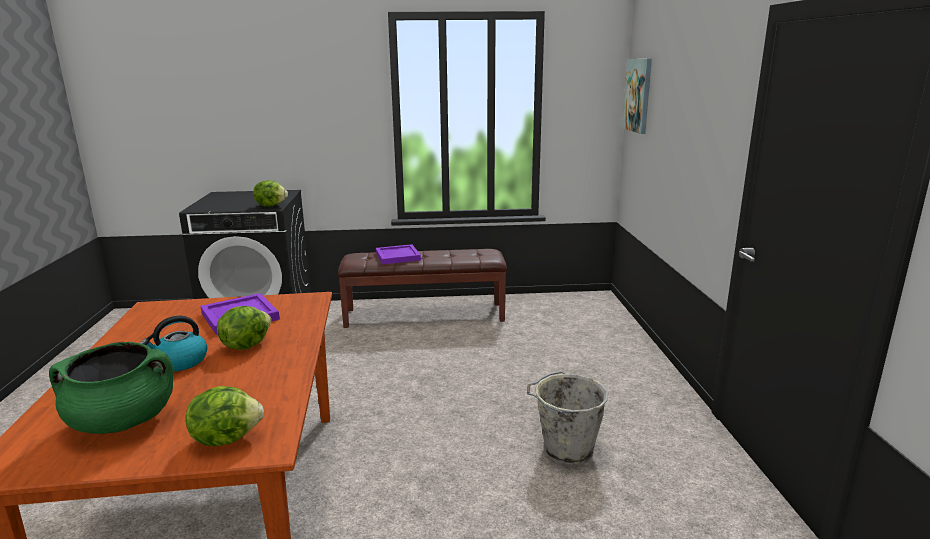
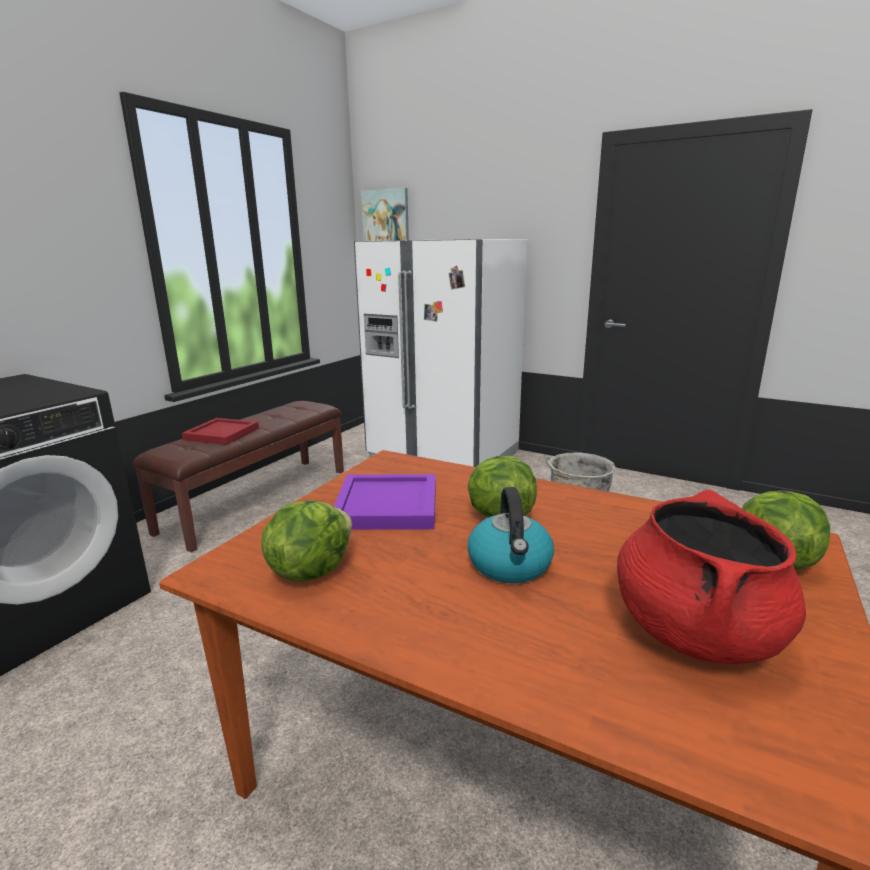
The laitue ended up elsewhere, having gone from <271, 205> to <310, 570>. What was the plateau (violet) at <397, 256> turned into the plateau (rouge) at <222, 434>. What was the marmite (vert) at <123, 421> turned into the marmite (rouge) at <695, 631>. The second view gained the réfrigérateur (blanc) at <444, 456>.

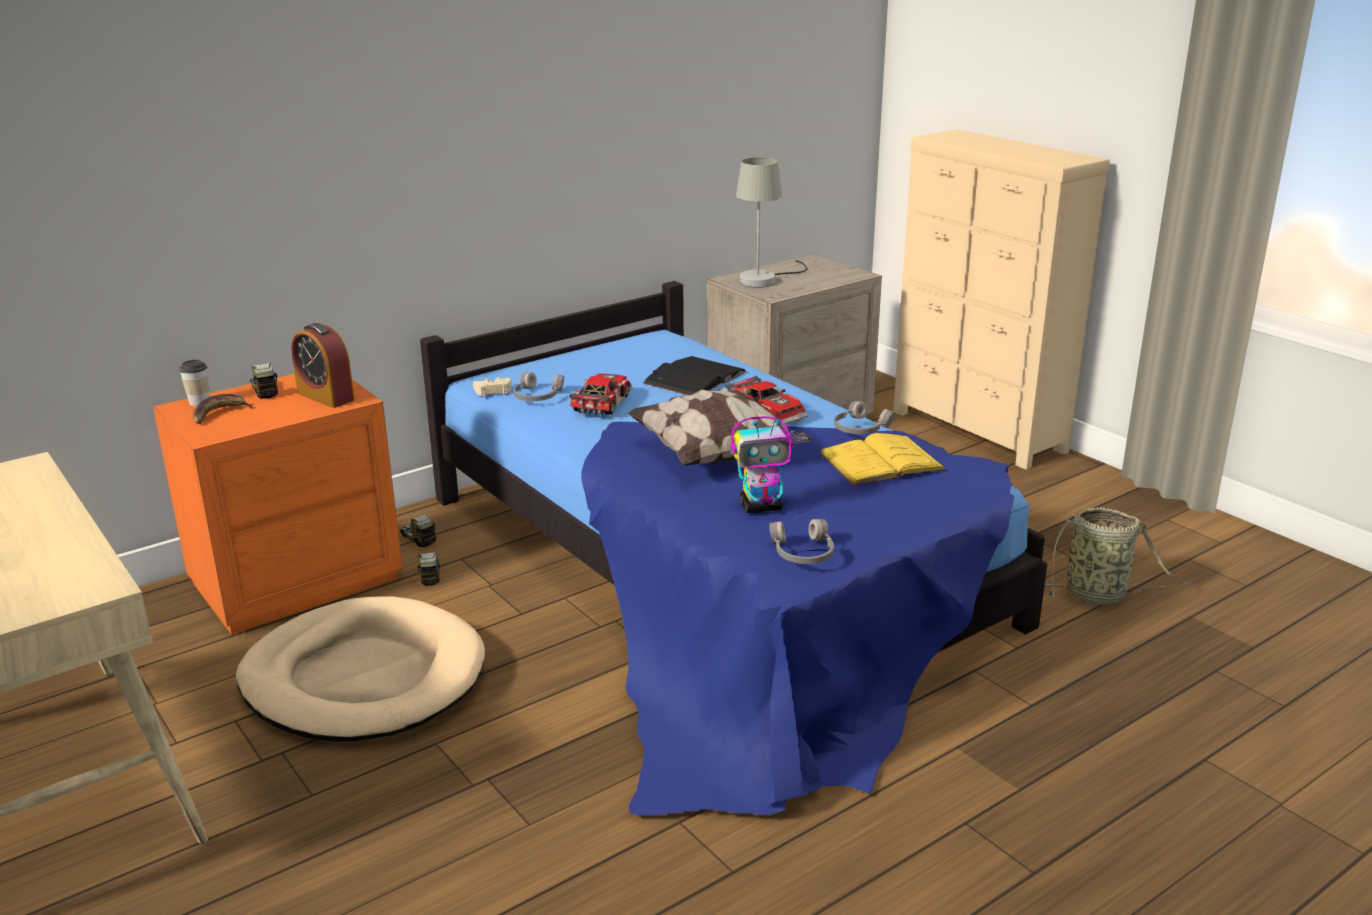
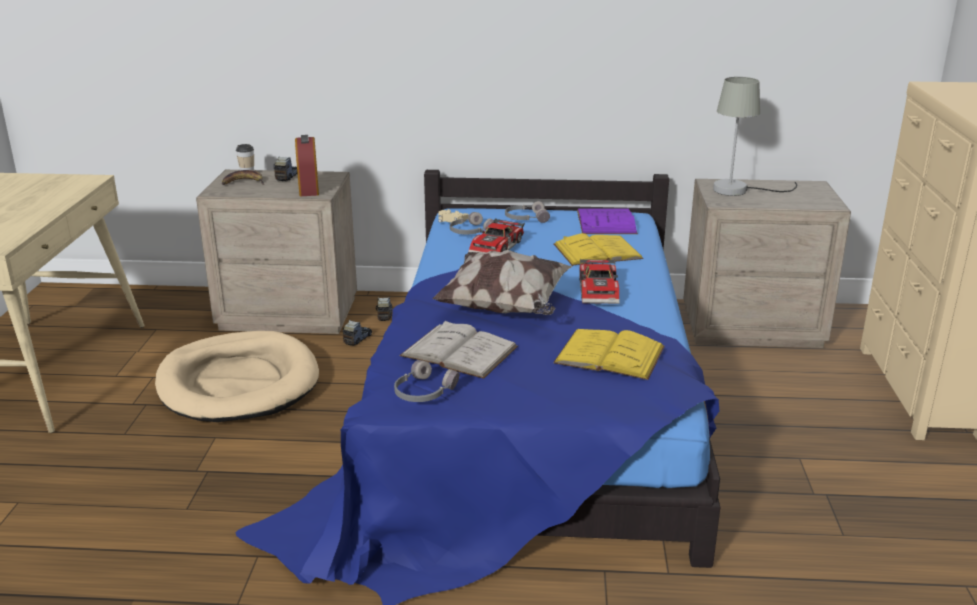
What was the livre (noir) at <695, 377> turned into the livre (jaune) at <597, 251>. What was the table de chevet (orange) at <296, 581> turned into the table de chevet (beige) at <289, 313>. The petite voiture at <599, 402> ended up facing another way, 150 degrees clockwise from before. The casque audio (gris) ended up elsewhere, having gone from <860, 429> to <526, 218>. Where the robot jouet stood at <761, 507>, the livre (blanc) came to stand at <459, 351>. The second view lost the panier at <1099, 595>. The second view gained the livre (violet) at <606, 222>.

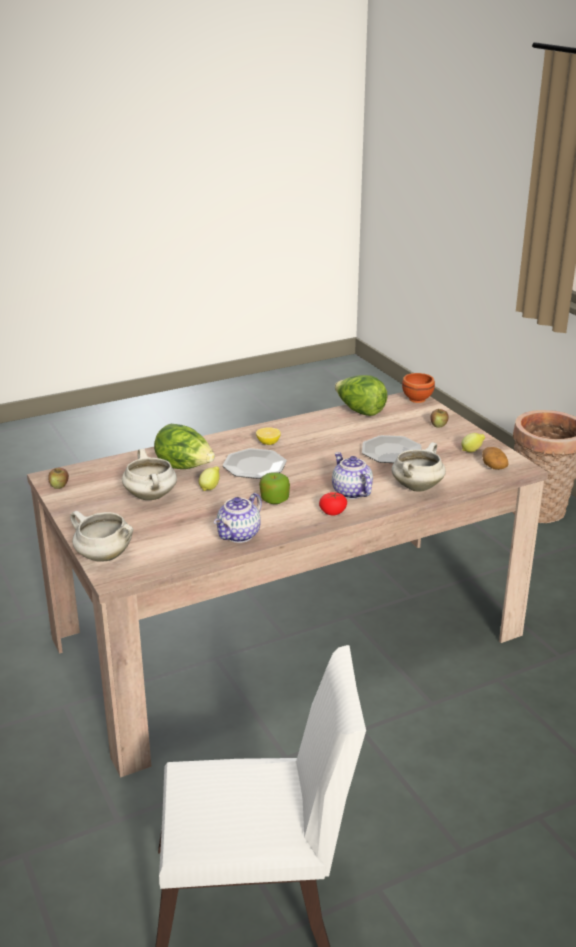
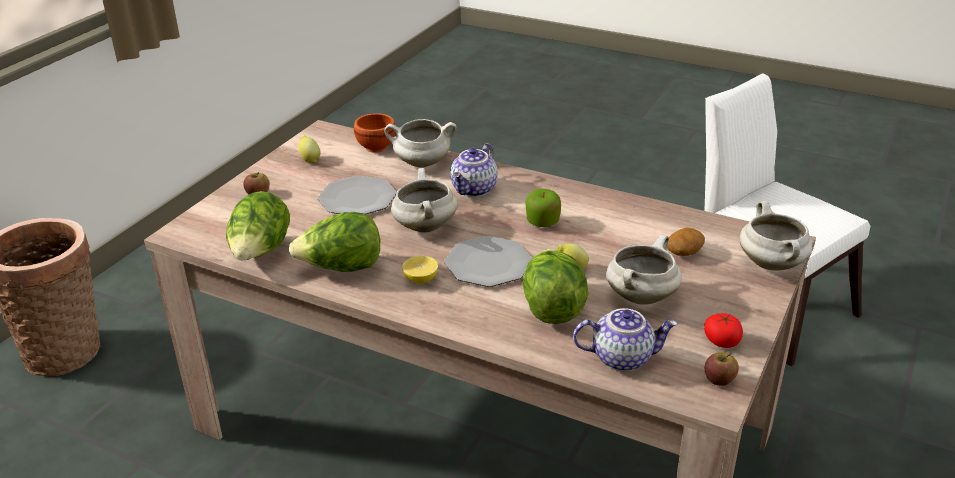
The bol (marron) ended up elsewhere, having gone from <418, 399> to <375, 147>. The pomme de terre ended up elsewhere, having gone from <493, 466> to <684, 252>. The tomate ended up elsewhere, having gone from <332, 512> to <722, 341>. The théière ended up elsewhere, having gone from <239, 535> to <622, 357>. The second view gained the marmite (blanc) at <424, 226>. The second view gained the laitue at <341, 268>.

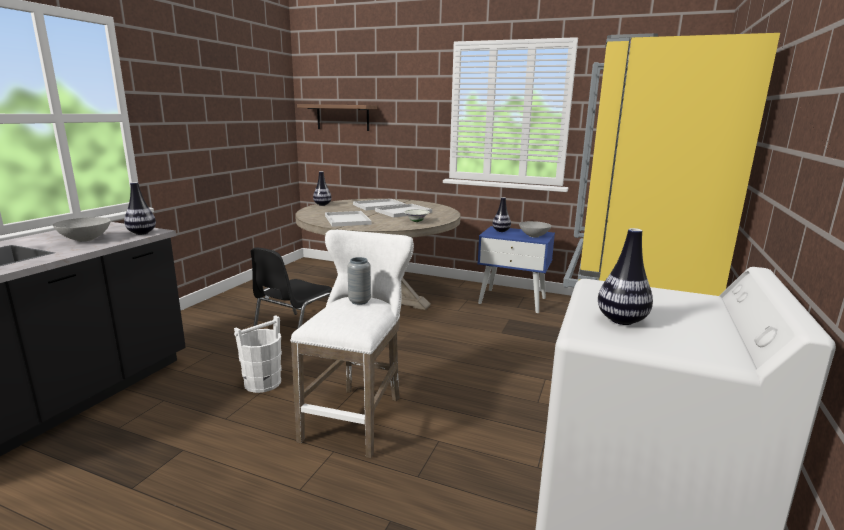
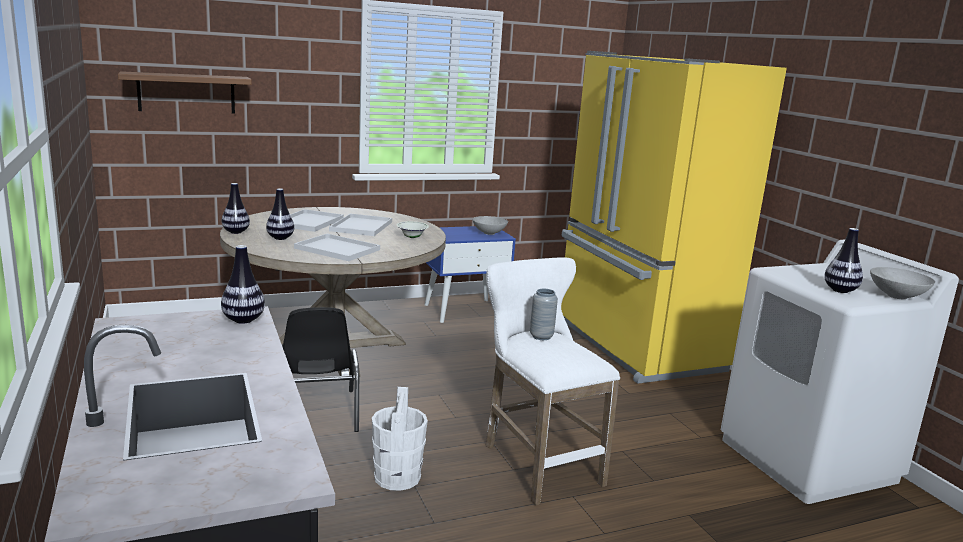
The vase ended up elsewhere, having gone from <501, 231> to <280, 238>. The bol (gris) ended up elsewhere, having gone from <86, 239> to <896, 296>.

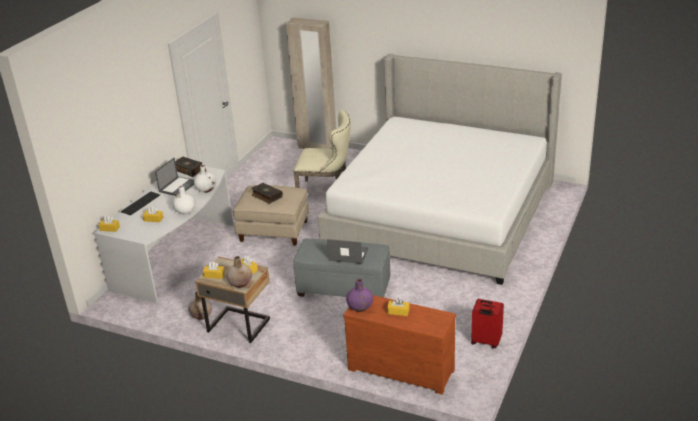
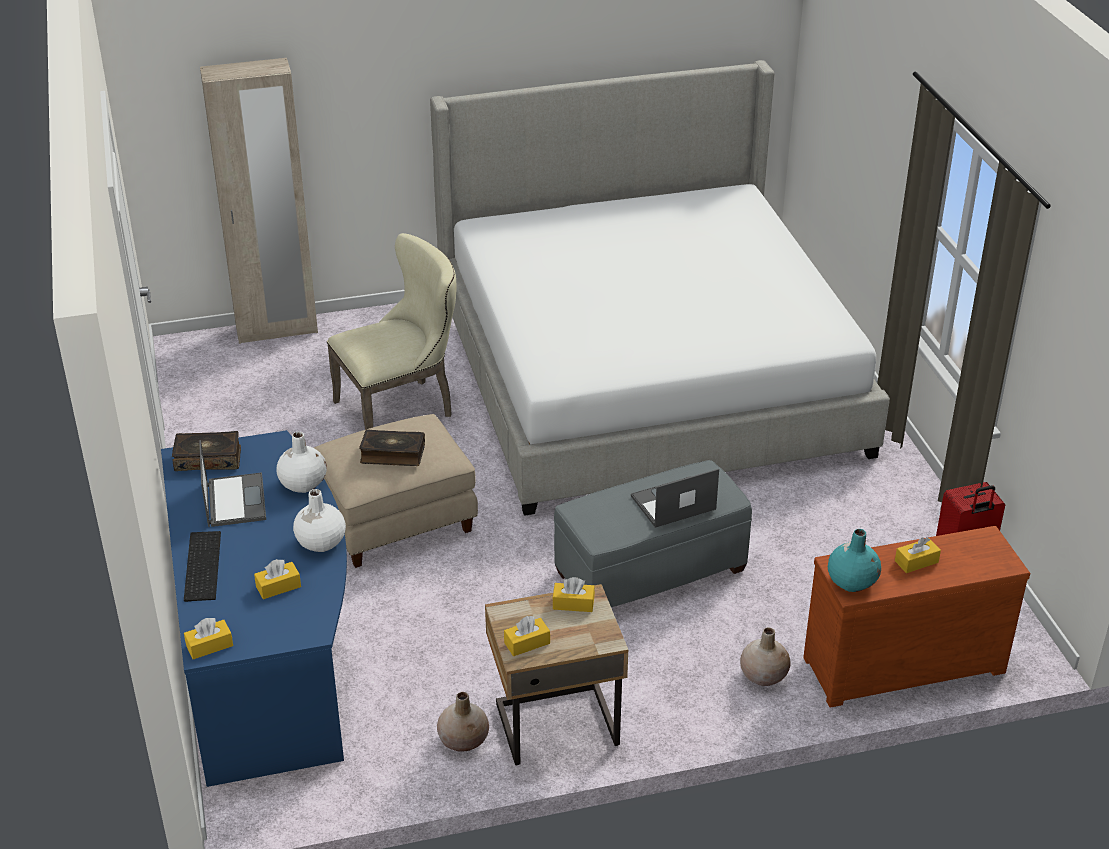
What was the bureau (blanc) at <177, 257> turned into the bureau (bleu) at <267, 652>. The vase (beige) ended up elsewhere, having gone from <240, 283> to <763, 675>. What was the vase (violet) at <360, 307> turned into the vase (turquoise) at <852, 581>.

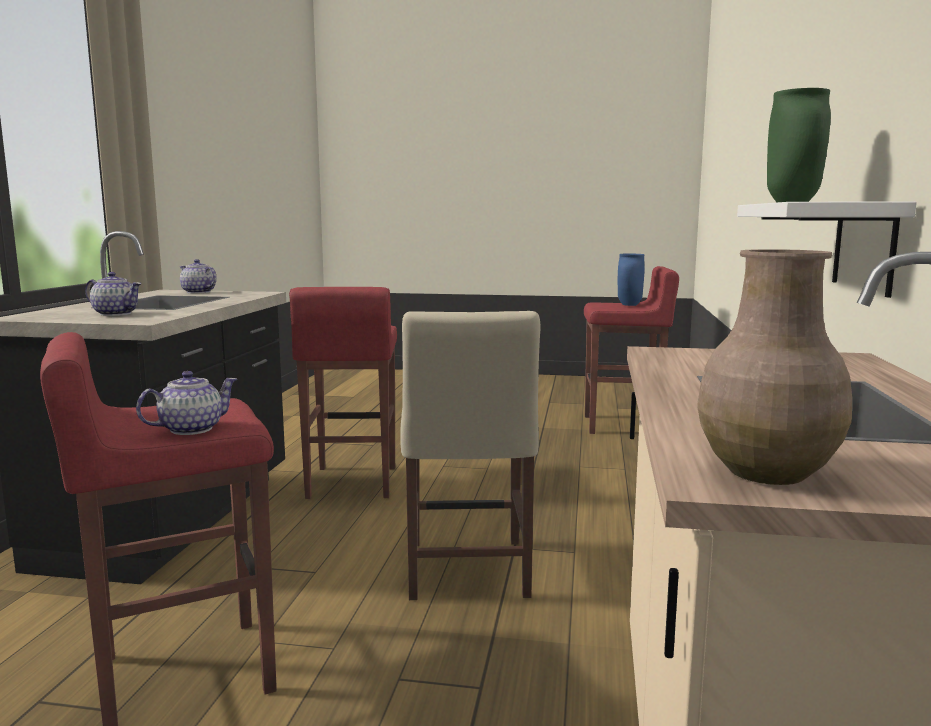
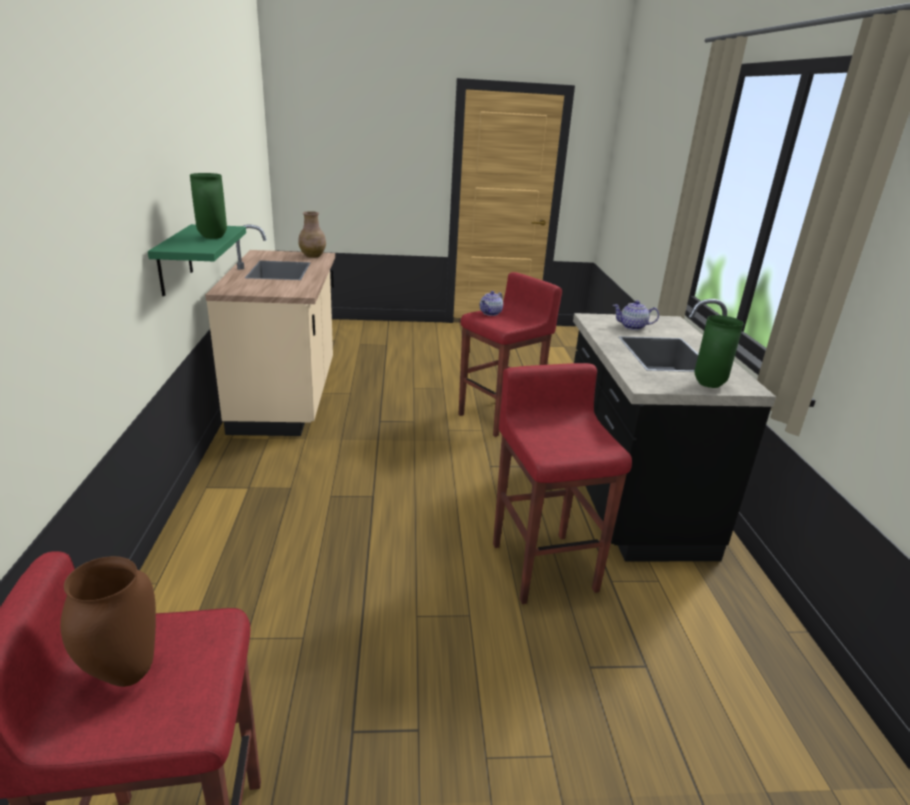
What was the étagère (blanc) at <864, 246> turned into the étagère (vert) at <174, 260>. What was the vase (bleu) at <628, 305> turned into the vase (marron) at <127, 675>. Where the théière stood at <198, 292>, the vase (vert) came to stand at <707, 384>. The second view lost the chaise (beige) at <466, 572>.

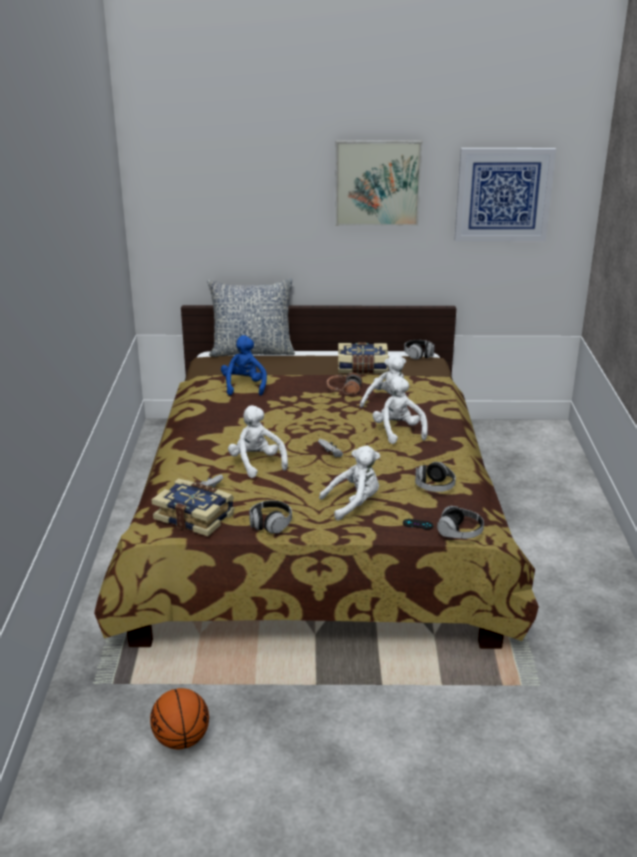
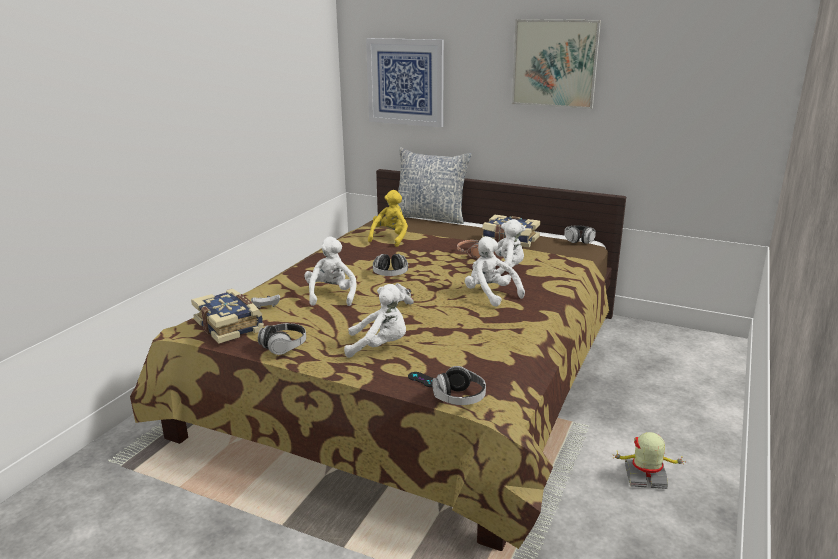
The tableau ended up elsewhere, having gone from <503, 194> to <405, 82>. What was the peluche (bleu) at <244, 386> turned into the peluche (jaune) at <390, 238>. The peluche (blanc) at <398, 431> ended up facing another way, 45 degrees counterclockwise from before. The casque audio ended up elsewhere, having gone from <434, 487> to <390, 275>. The second view lost the ballon de basket at <181, 739>. The second view gained the robot jouet at <645, 477>.

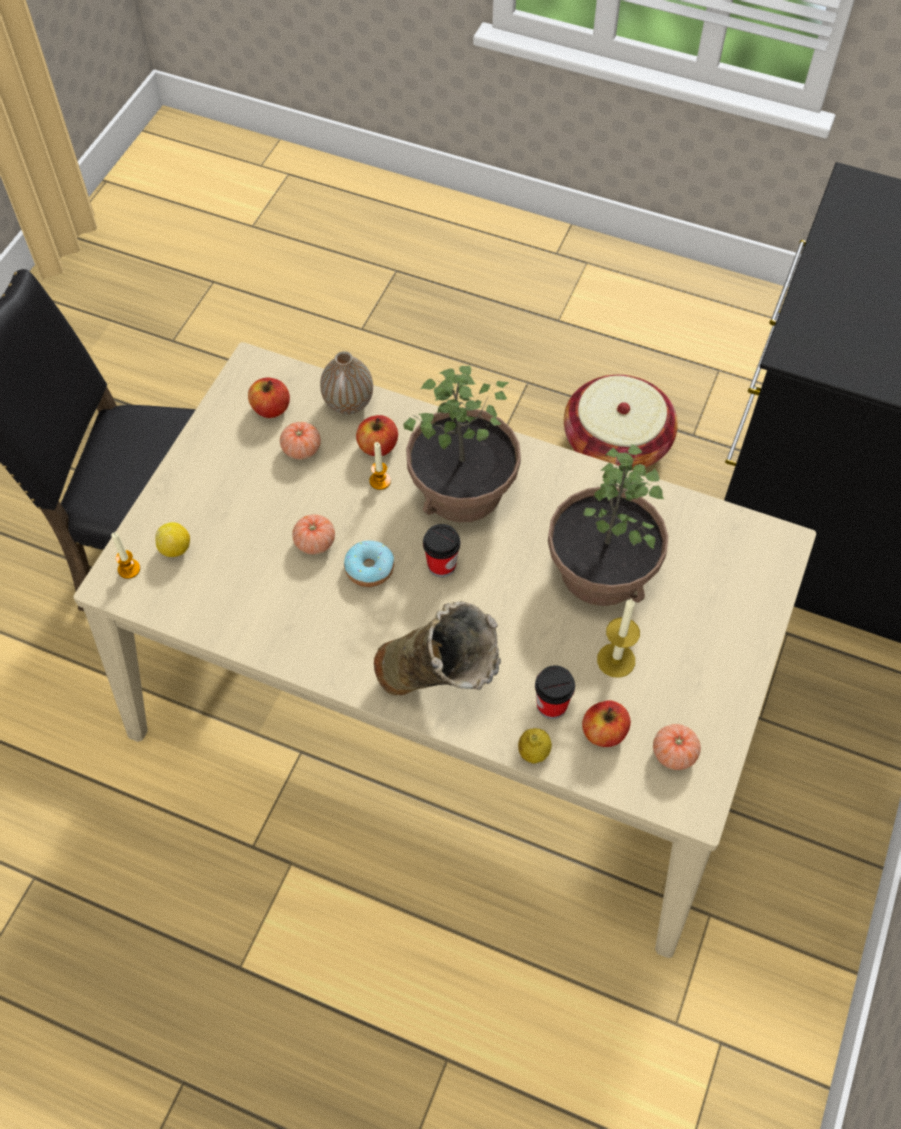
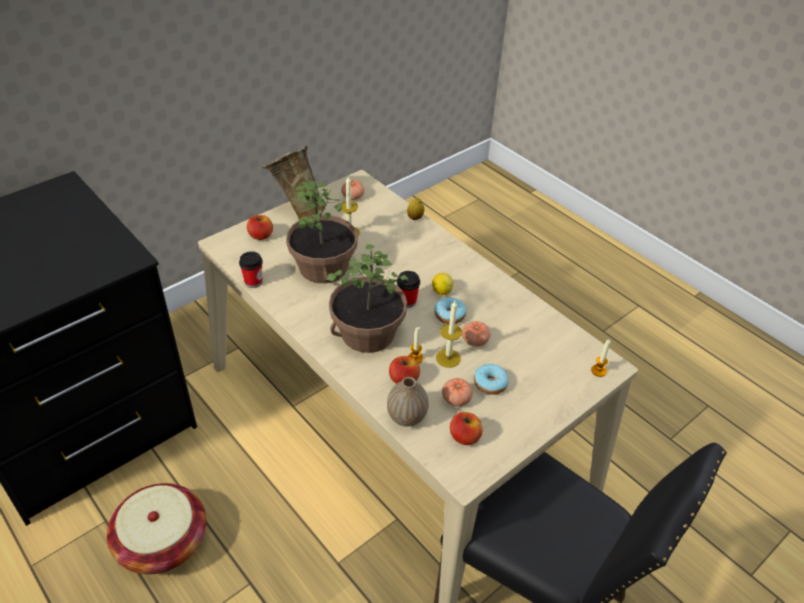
The citron ended up elsewhere, having gone from <176, 549> to <441, 291>. The vase (beige) ended up elsewhere, having gone from <439, 688> to <297, 211>. The tasse ended up elsewhere, having gone from <551, 705> to <253, 282>. The pomme ended up elsewhere, having gone from <604, 732> to <261, 236>. The second view gained the bougie at <448, 358>. The second view gained the beignet at <490, 383>.

